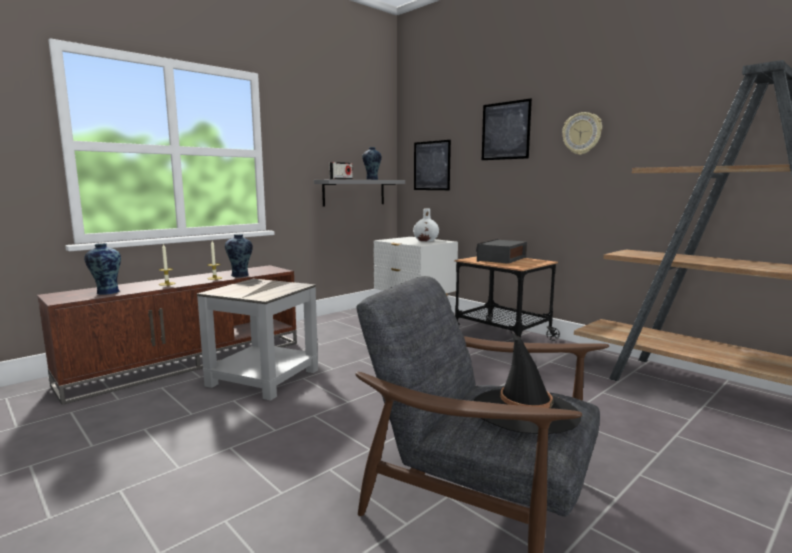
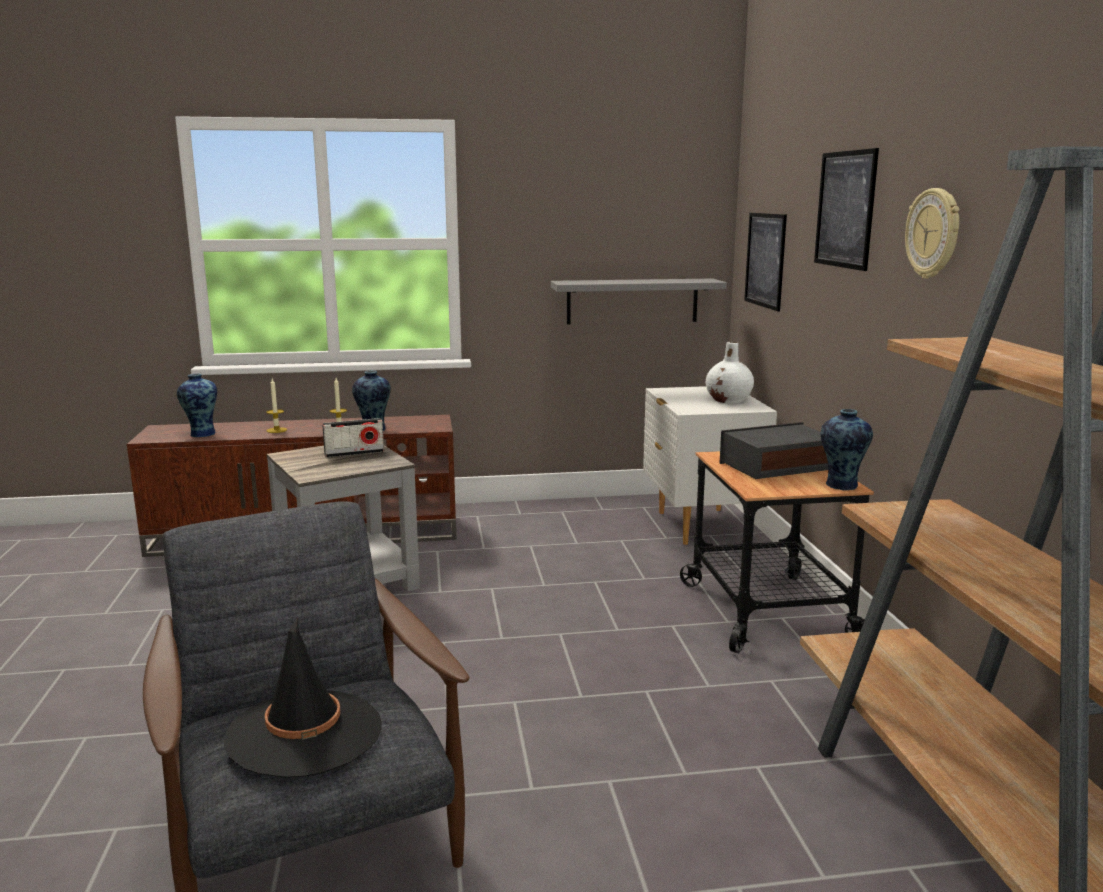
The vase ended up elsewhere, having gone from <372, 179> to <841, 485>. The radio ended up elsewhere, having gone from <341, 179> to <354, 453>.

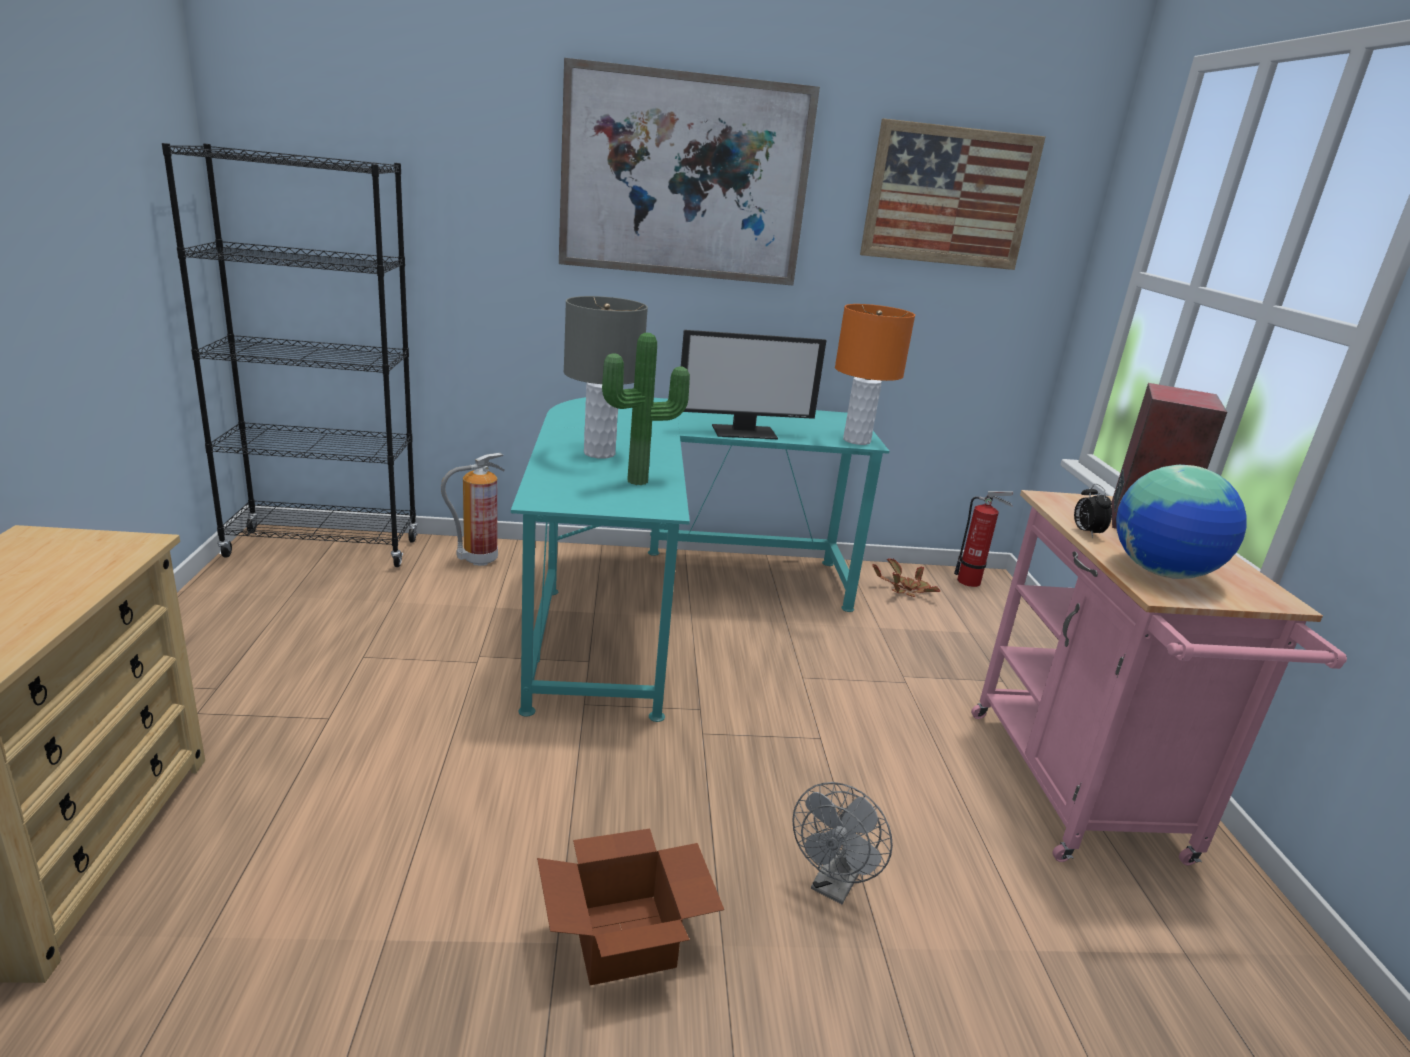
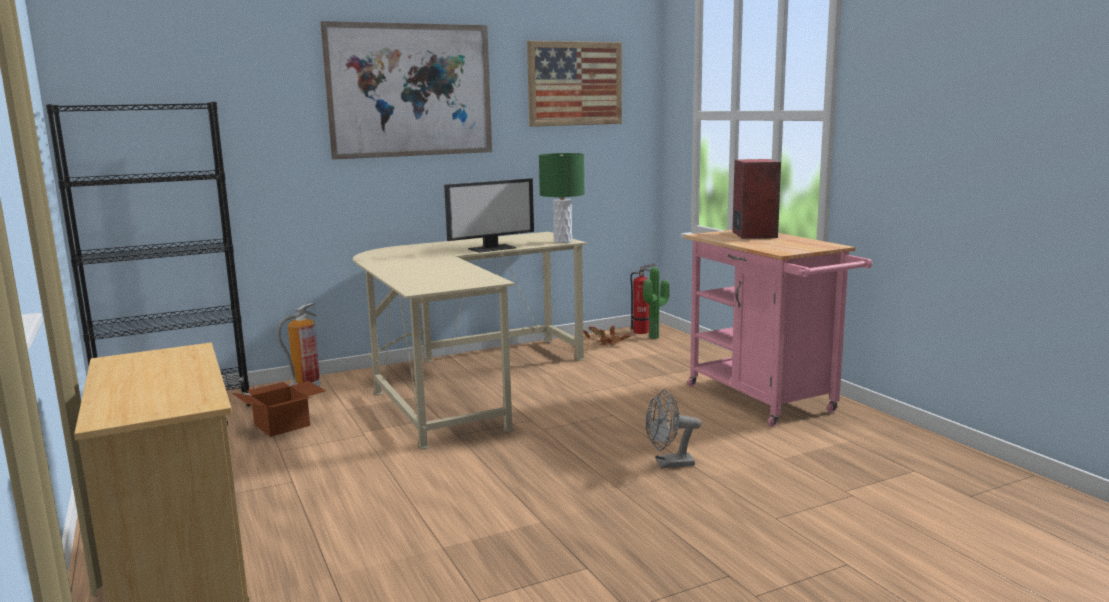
The second view lost the lampe de table (gris) at <599, 453>. What was the lampe de table (orange) at <857, 440> turned into the lampe de table (vert) at <563, 241>. The plante en pot ended up elsewhere, having gone from <640, 482> to <655, 337>. What was the bureau (turquoise) at <667, 604> turned into the bureau (beige) at <463, 382>. The second view lost the globe at <1162, 573>. The second view lost the réveil at <1086, 532>. The ventilateur (gris) at <834, 886> ended up facing another way, 75 degrees clockwise from before. The carton ended up elsewhere, having gone from <627, 940> to <284, 425>.

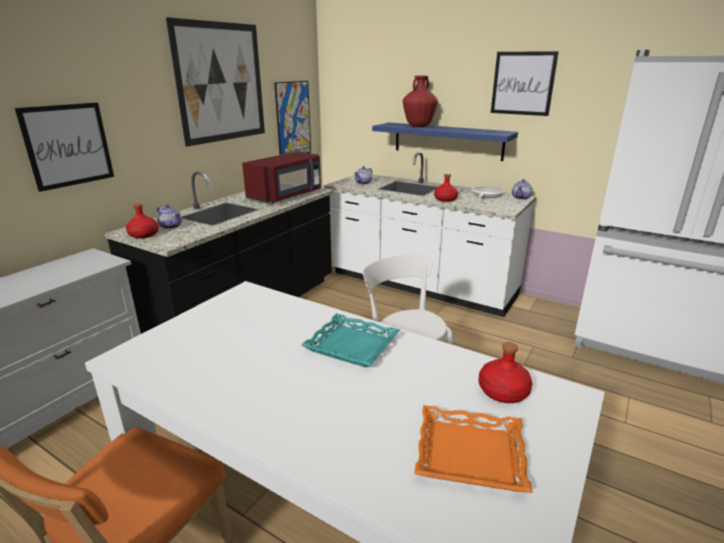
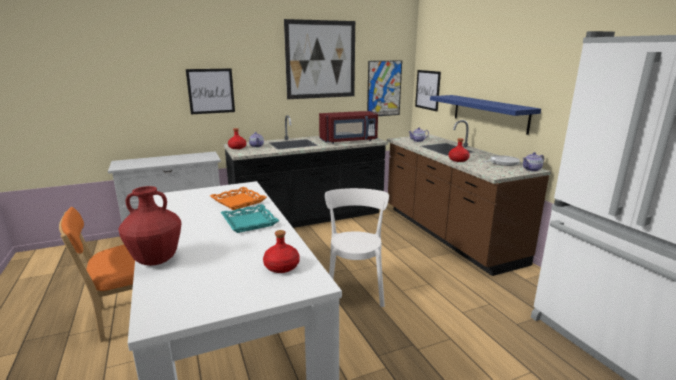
The tableau ended up elsewhere, having gone from <523, 83> to <427, 90>. The vase (rouge) ended up elsewhere, having gone from <418, 126> to <156, 260>. What was the comptoir de cuisine (blanc) at <420, 285> turned into the comptoir de cuisine (marron) at <448, 234>. The plateau (orange) ended up elsewhere, having gone from <470, 453> to <239, 201>.

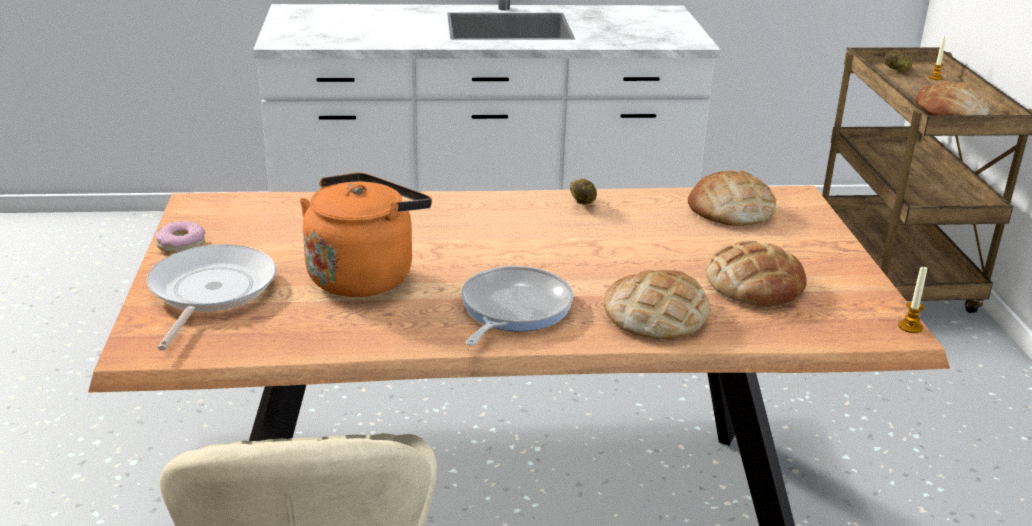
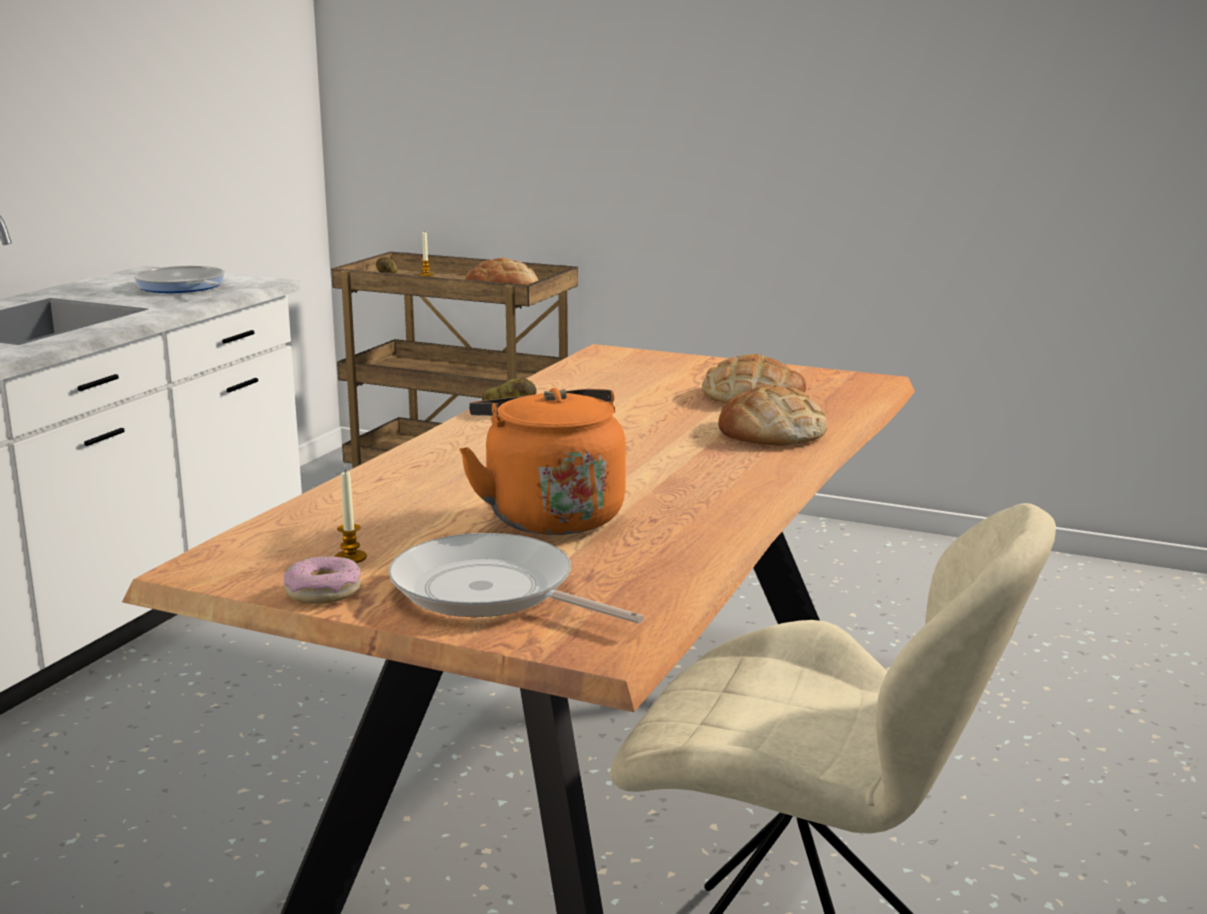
The second view lost the pain at <730, 209>. The bougie ended up elsewhere, having gone from <910, 327> to <350, 558>. The poêle ended up elsewhere, having gone from <512, 309> to <182, 287>.

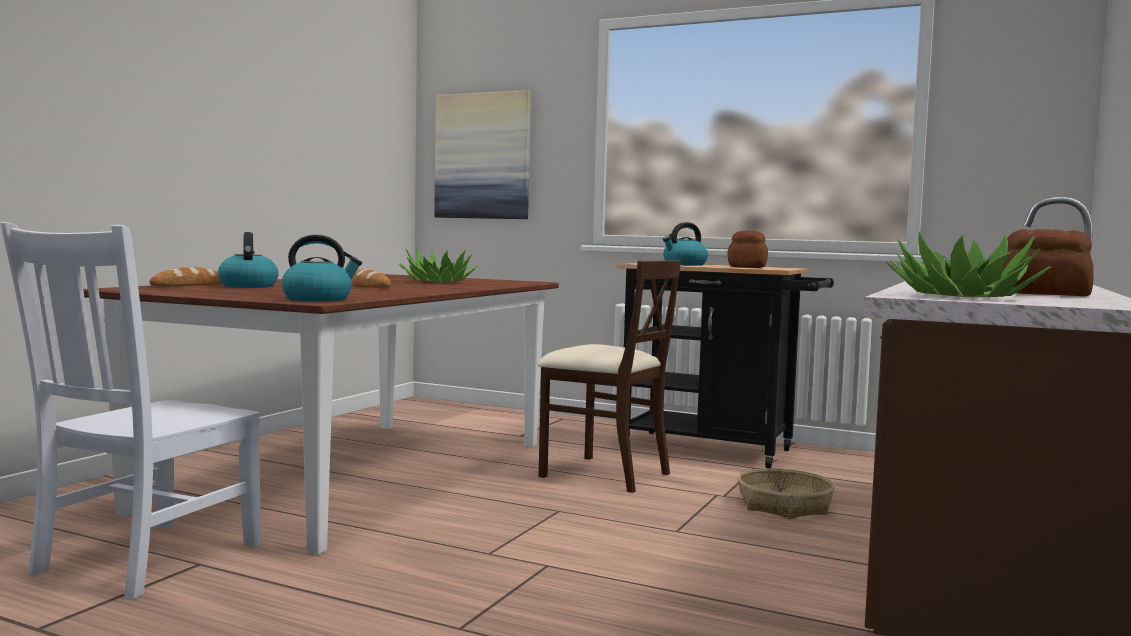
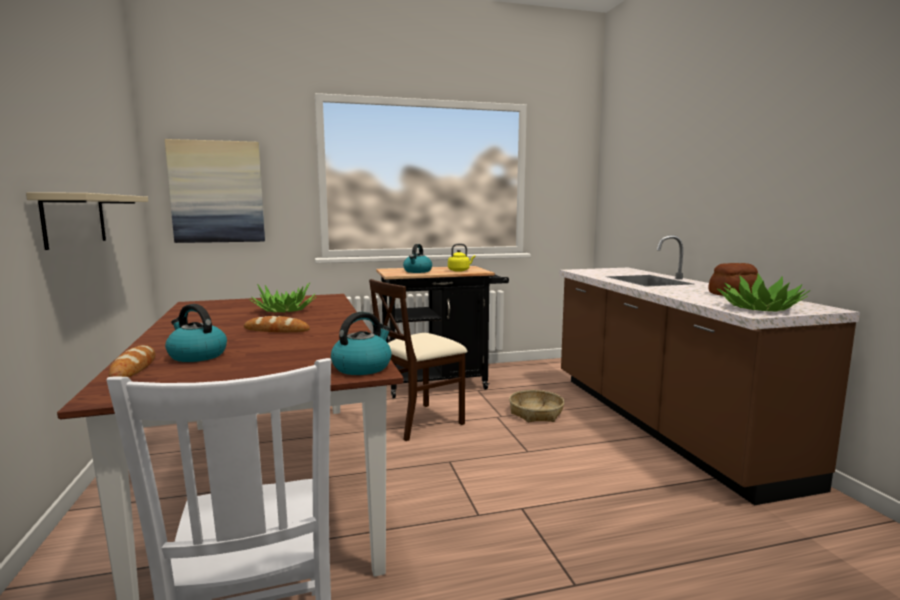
Where the pain stood at <748, 267>, the bouilloire (jaune) came to stand at <460, 270>. The chaise (beige) at <604, 474> ended up facing another way, 150 degrees clockwise from before. The second view gained the étagère (beige) at <75, 219>.

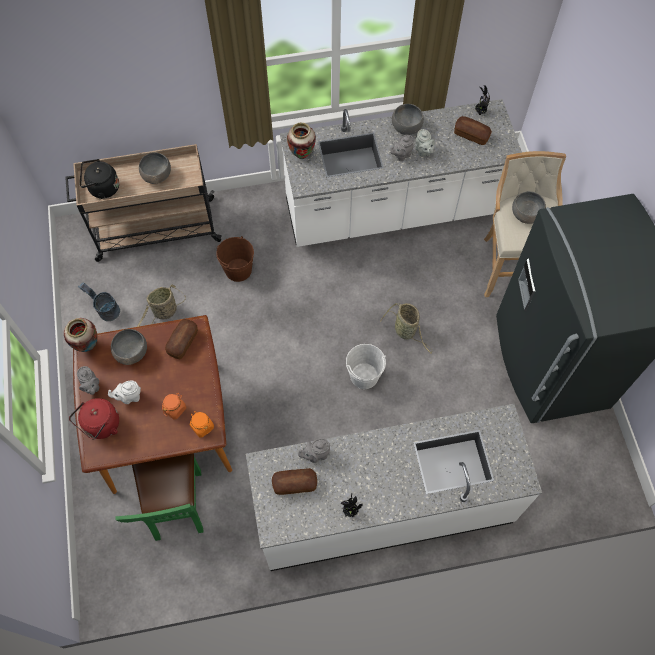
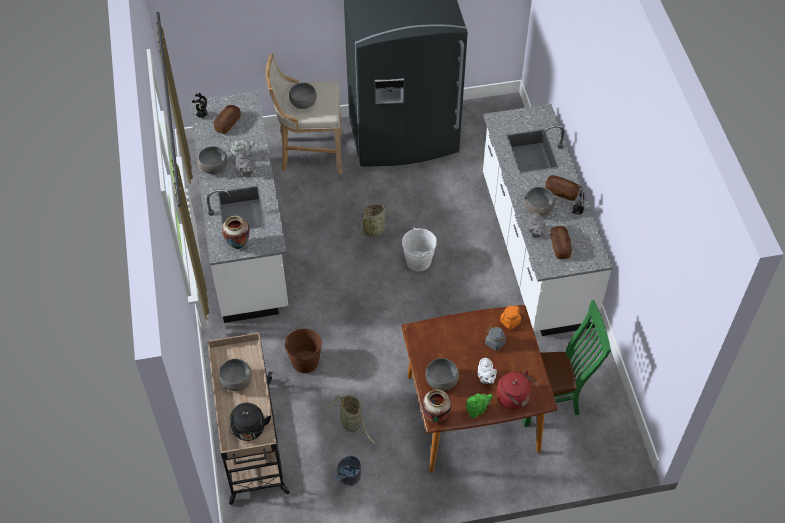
The pain ended up elsewhere, having gone from <183, 342> to <561, 192>. What was the théière (gris) at <91, 386> turned into the théière (vert) at <477, 410>. What was the bocal (orange) at <175, 409> turned into the bocal (gris) at <495, 343>. The second view gained the bol (gris) at <538, 209>.

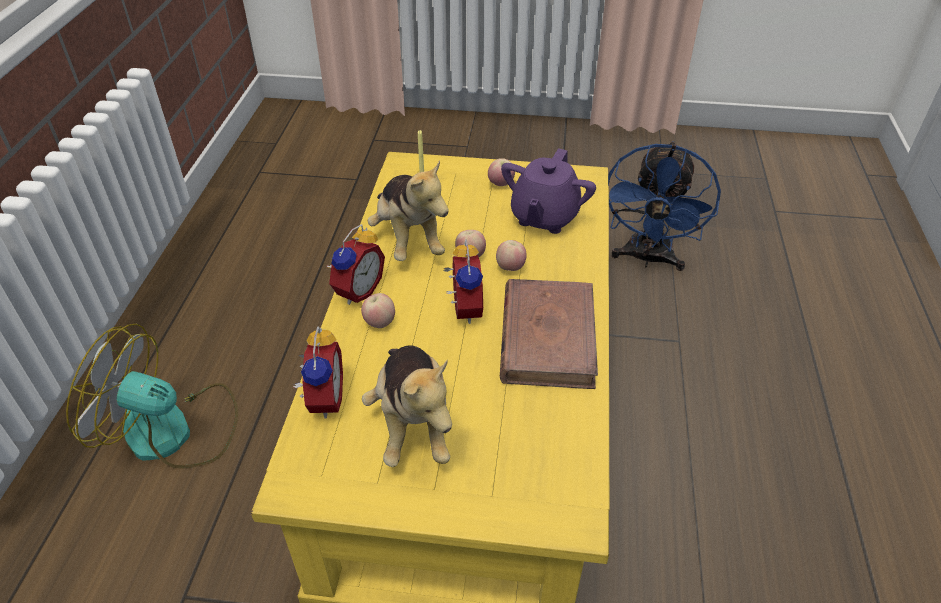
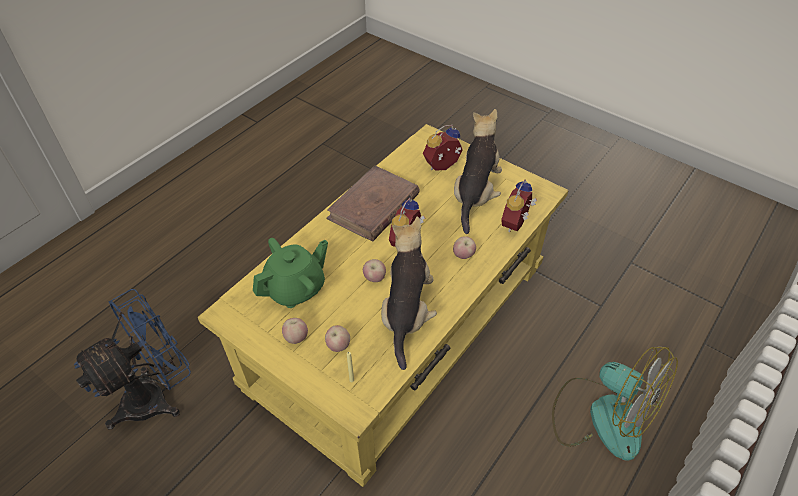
What was the théière (violet) at <544, 217> turned into the théière (vert) at <296, 289>. The réveil ended up elsewhere, having gone from <356, 291> to <443, 167>. The pomme ended up elsewhere, having gone from <510, 268> to <338, 346>.

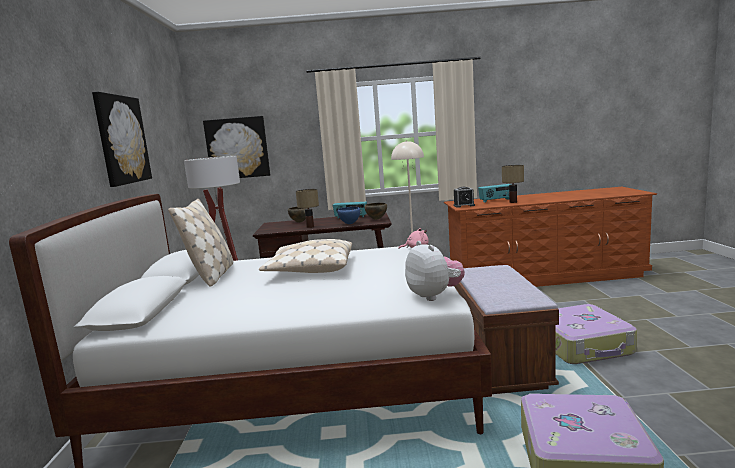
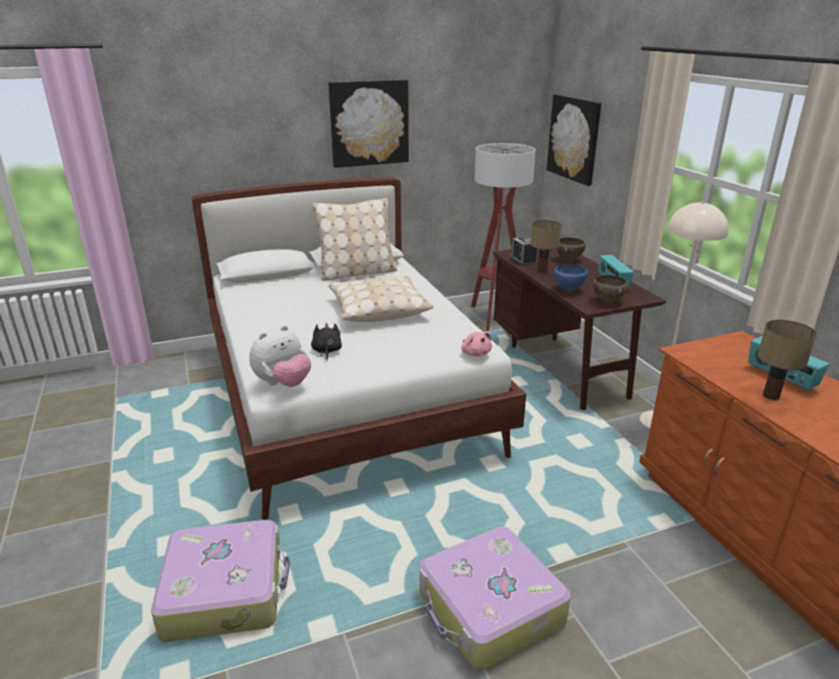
The réveil ended up elsewhere, having gone from <464, 205> to <523, 261>. The second view lost the banc (marron) at <498, 362>. The second view gained the peluche (noir) at <326, 351>.

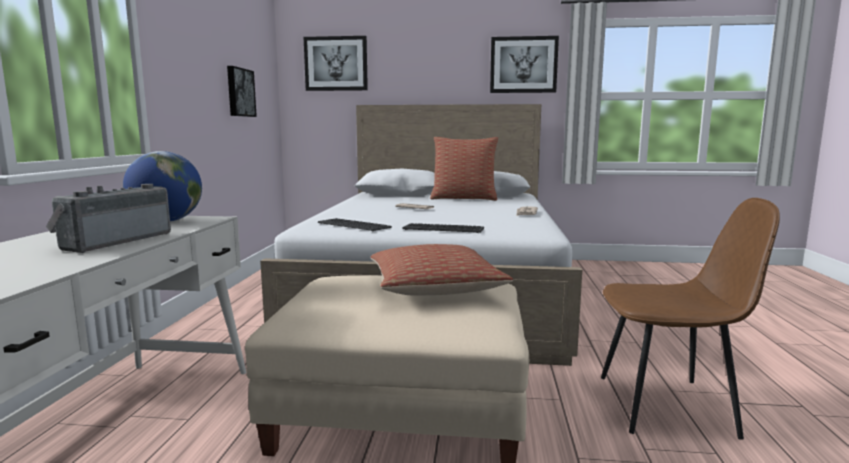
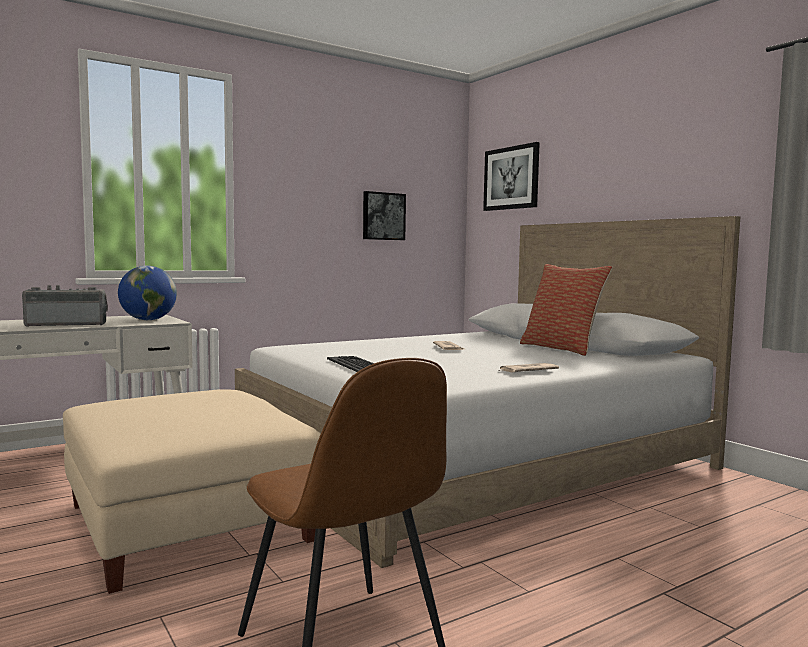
The second view lost the tableau at <523, 65>. The second view lost the clavier at <354, 225>. The second view lost the coussin at <435, 288>.

